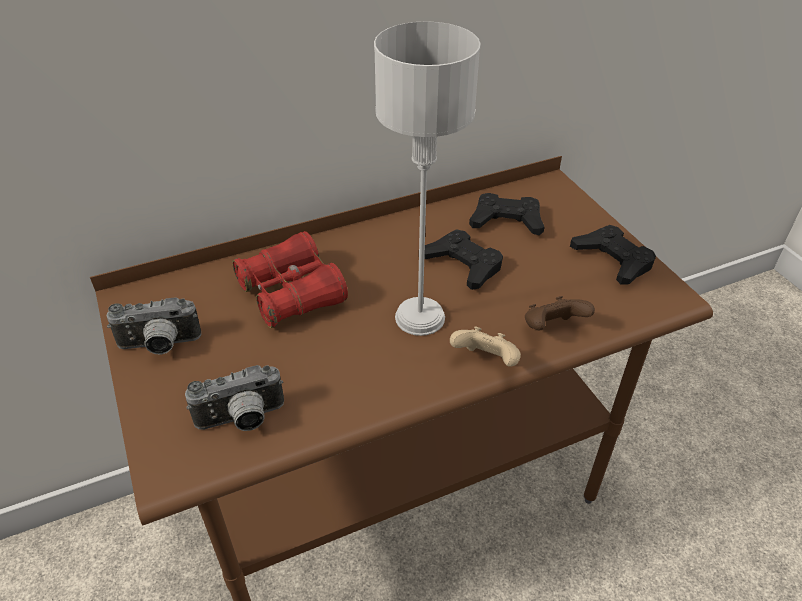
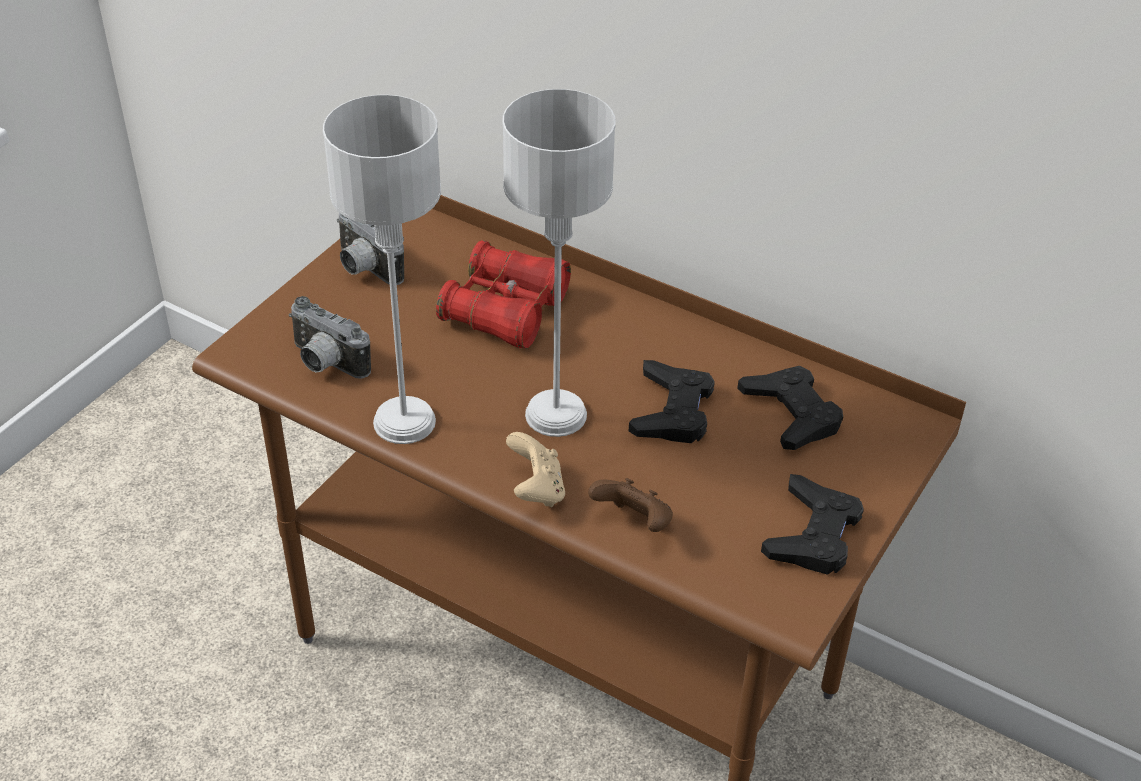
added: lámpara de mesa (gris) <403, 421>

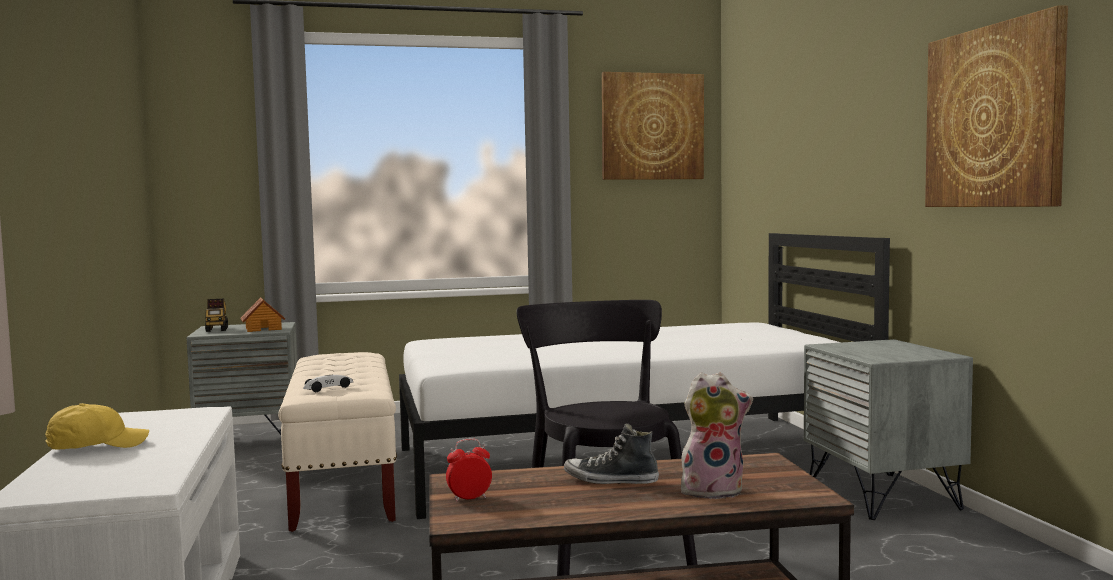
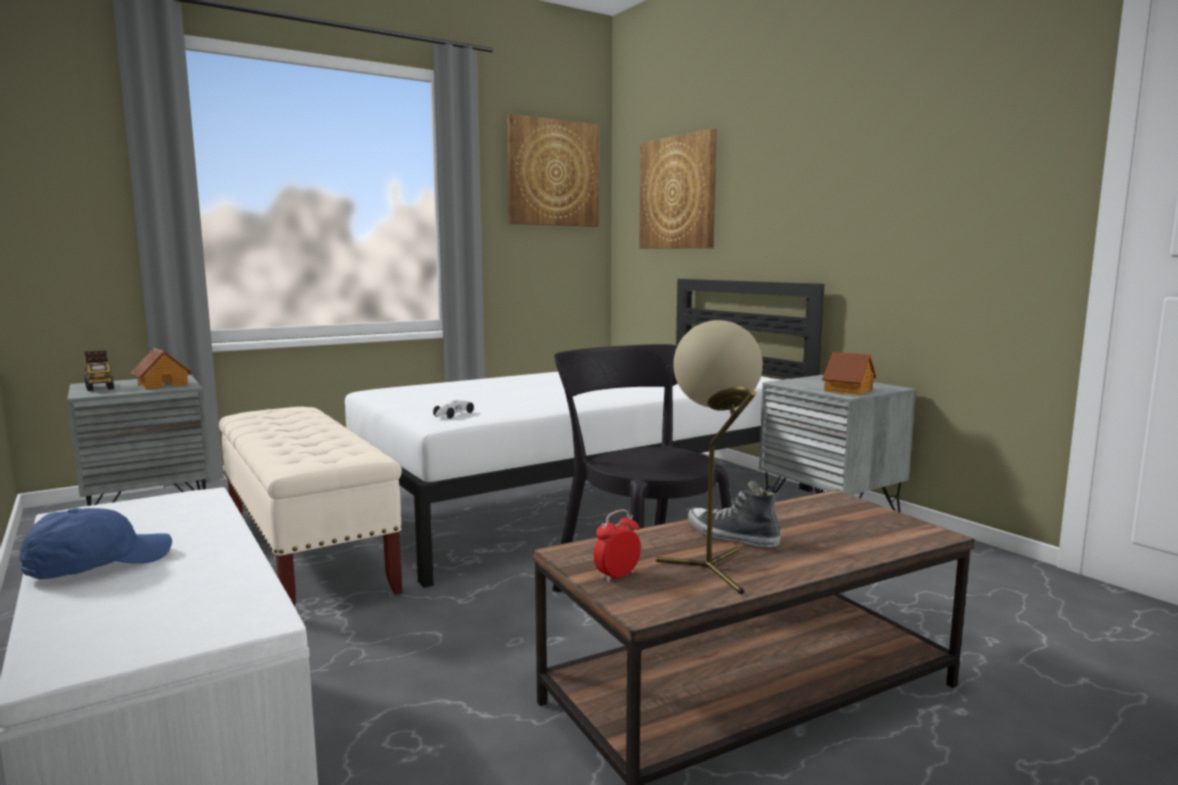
removed: peluche <713, 490>
added: lámpara de mesa (beis) <713, 569>; casita <849, 390>
moved: coche de juguete <328, 388> to <455, 414>; cuadro <994, 117> to <678, 193>
recoloured: gorra (amarillo) <97, 446> to gorra (azul) <97, 565>
turned: zapato <610, 480> = <731, 536> 45 degrees clockwise

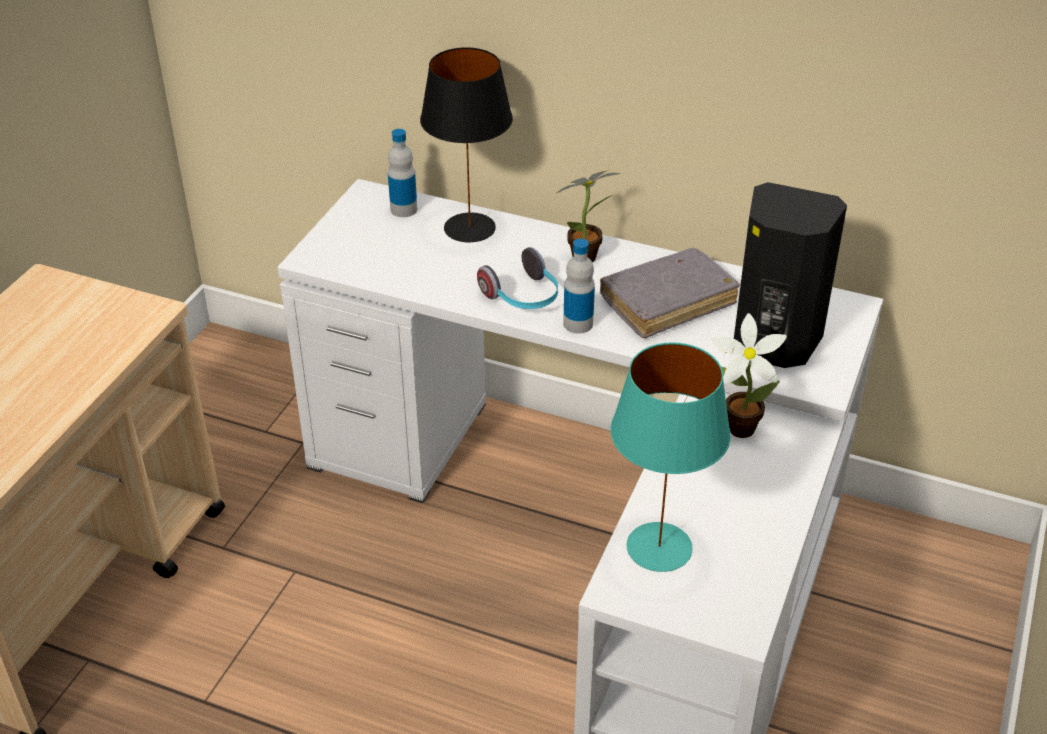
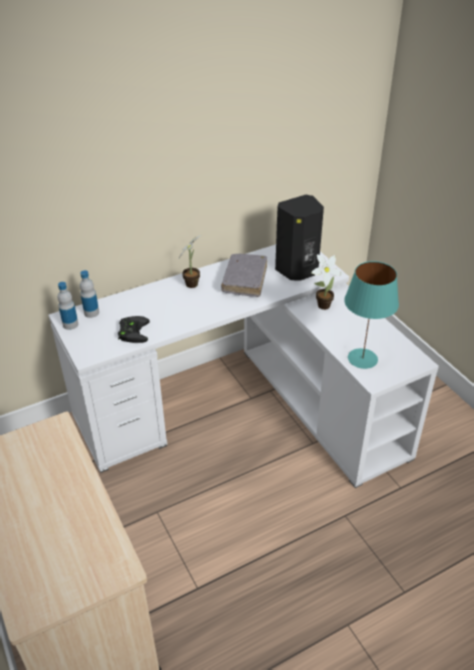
removed: lámpara de mesa (negro) <468, 227>; auriculares <523, 297>
added: mando de consola (negro) <132, 331>
moved: botella <578, 324> to <70, 324>

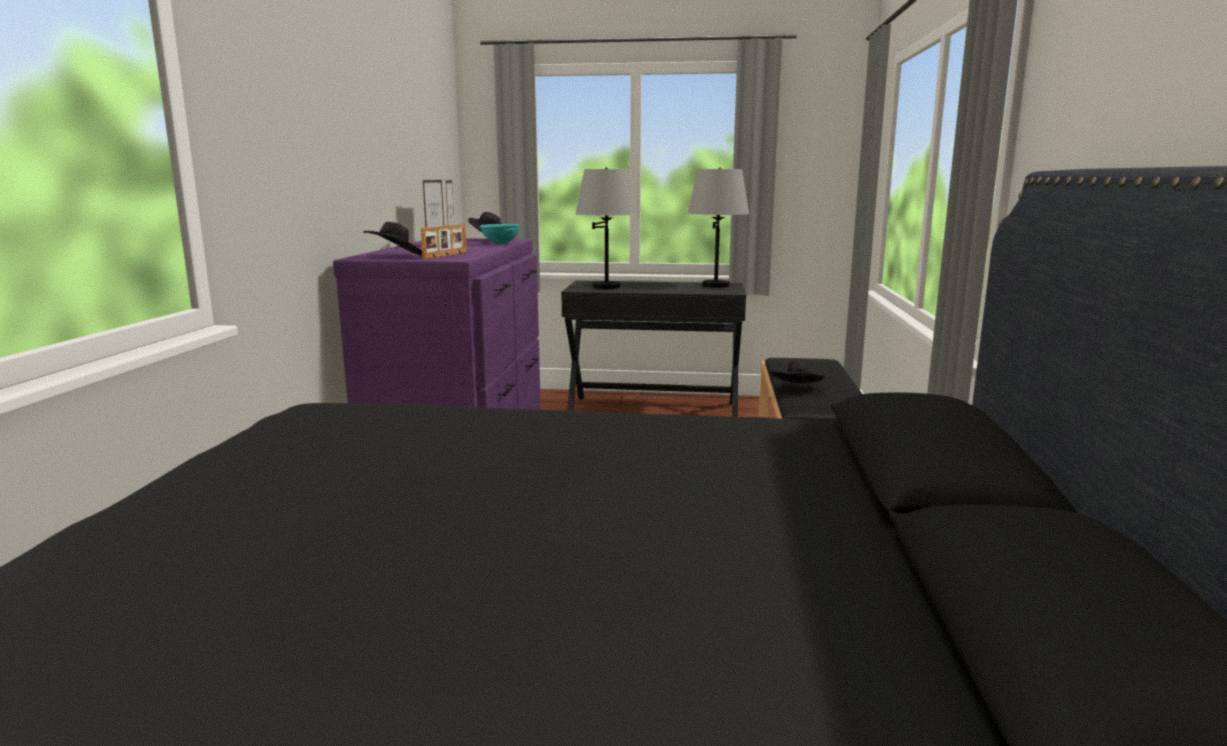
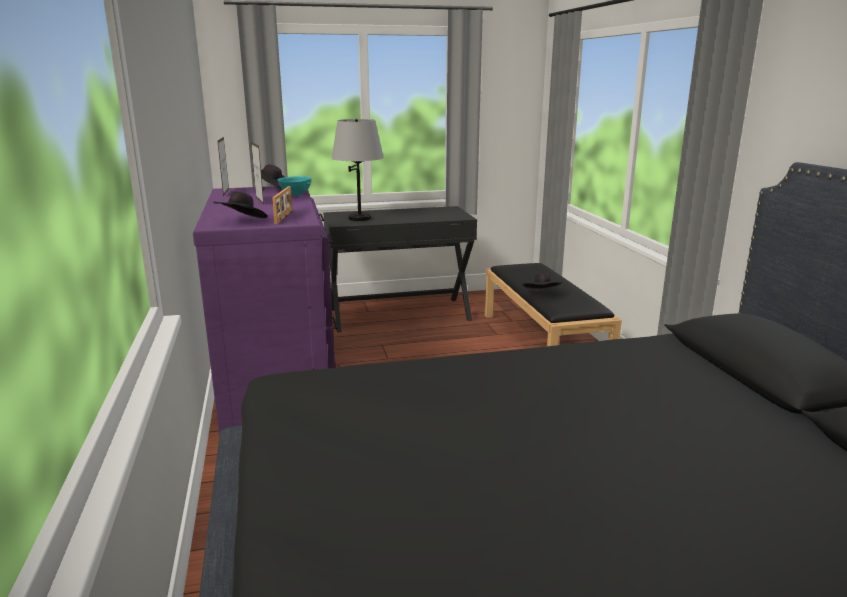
removed: lámpara de mesa (gris) <715, 285>

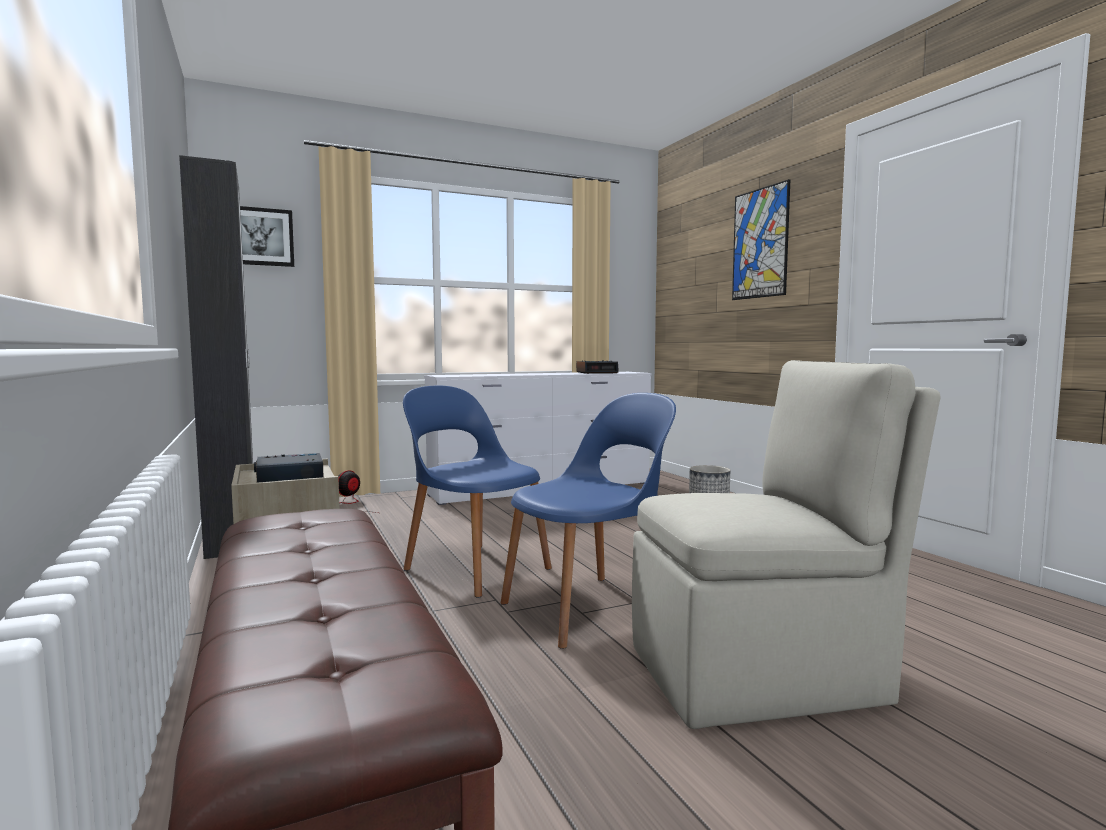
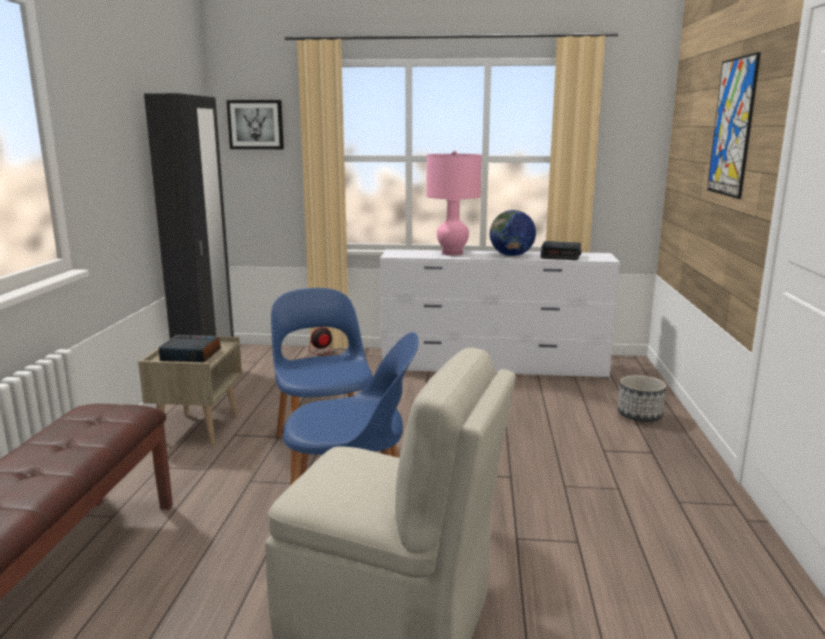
added: lámpara de mesa (rosa) <452, 253>; globo terráqueo <511, 255>

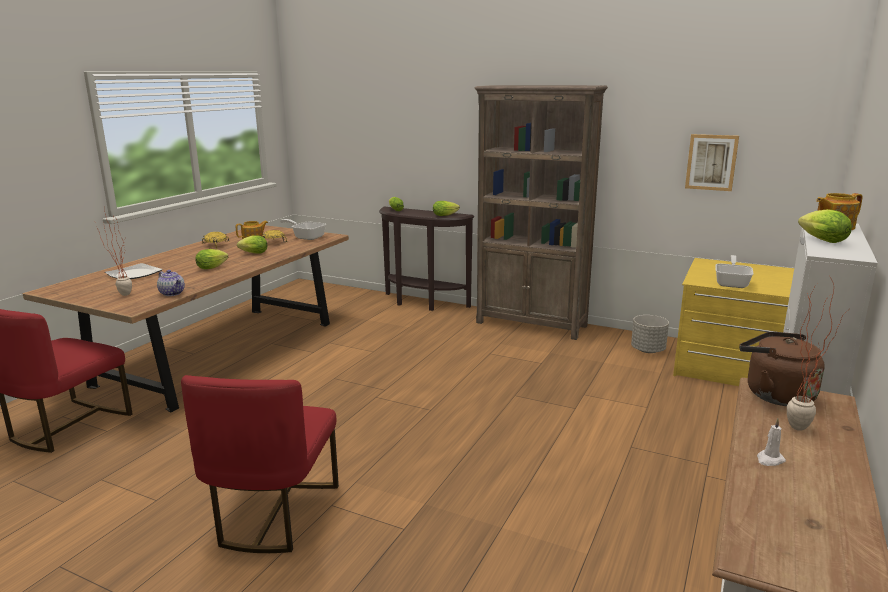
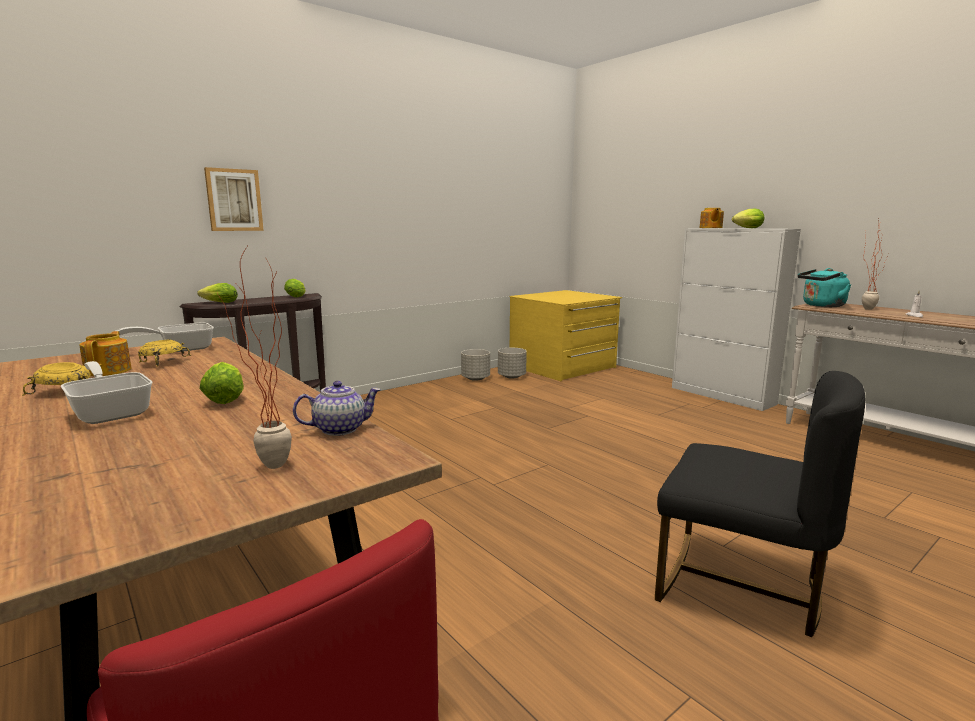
removed: plato <133, 274>; lechuga <252, 253>; estantería (marrón) <532, 324>
added: maceta (gris) <475, 378>
moved: cuadro <711, 162> to <234, 200>; sartén <732, 283> to <111, 412>
recoloured: silla (rojo) <273, 514> to silla (negro) <739, 586>; hervidor (marrón) <775, 394> to hervidor (turquesa) <821, 306>

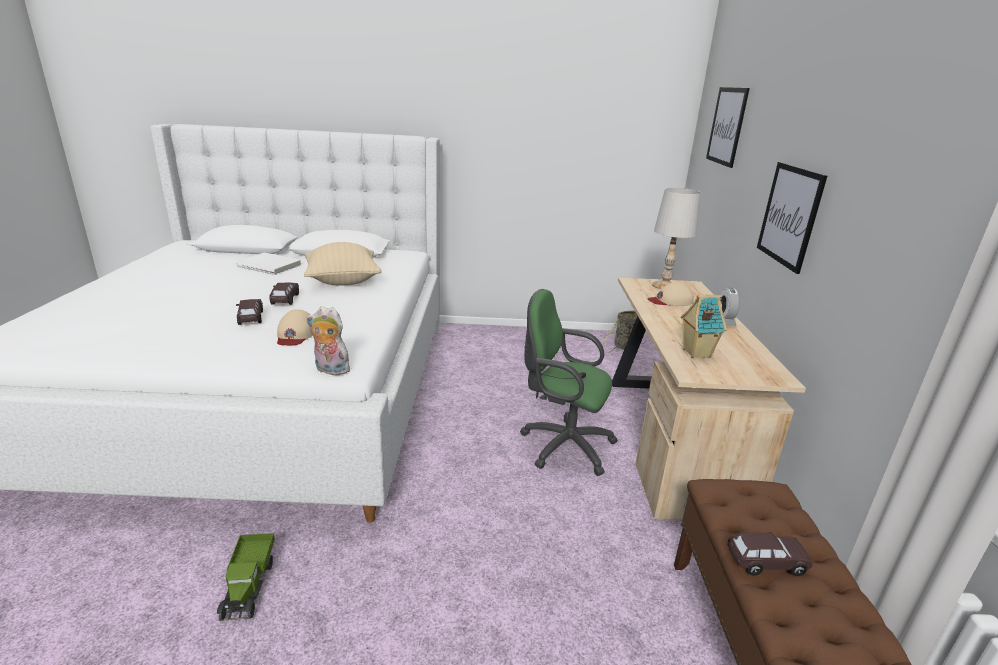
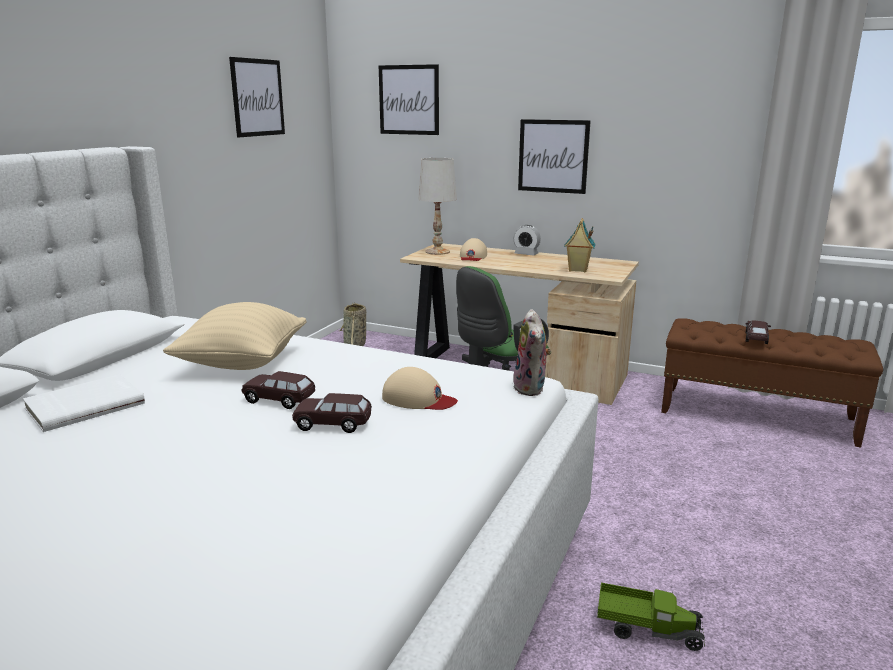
added: cuadro <257, 97>
turned: peluche <330, 370> = <532, 388> 45 degrees counterclockwise

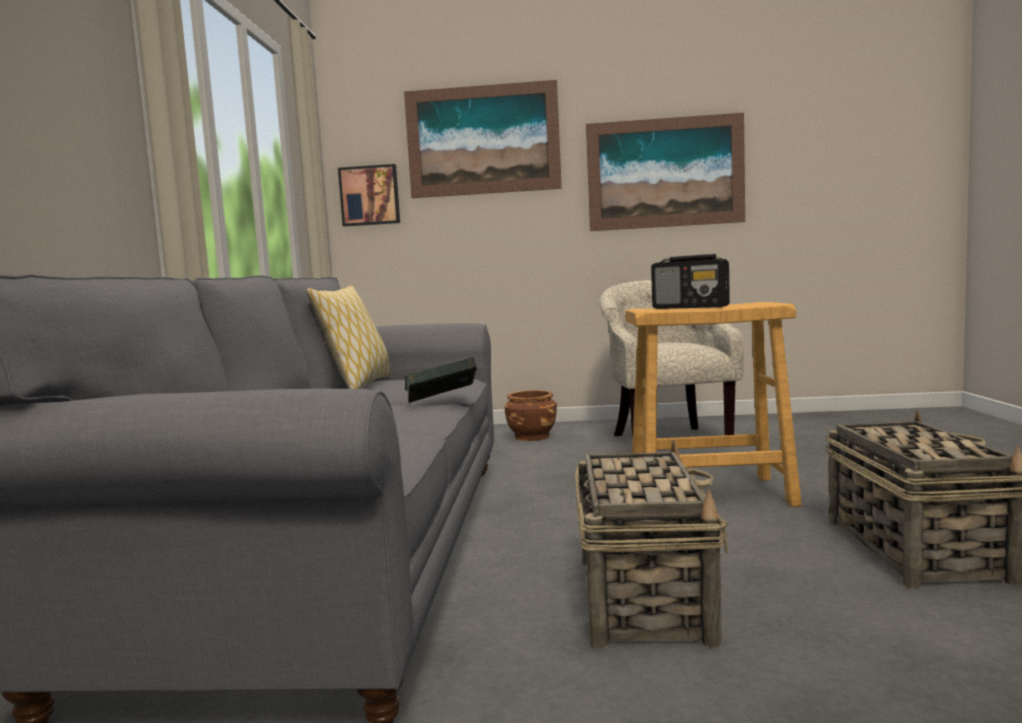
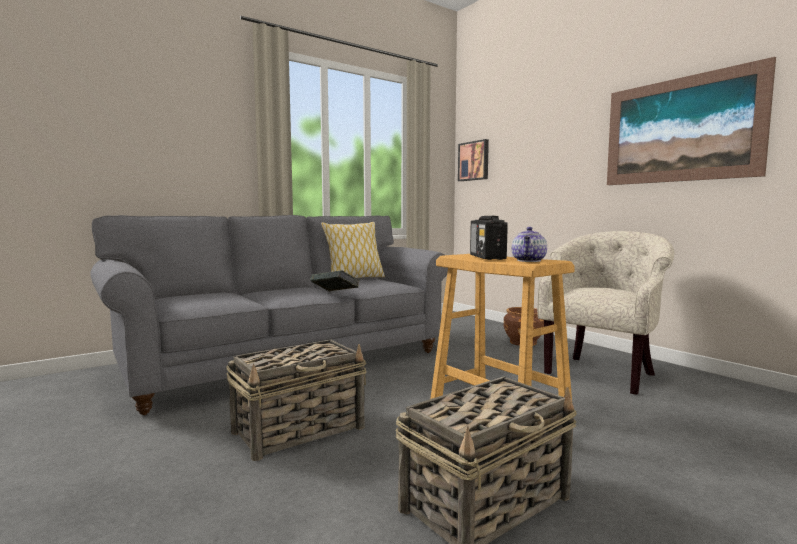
removed: cuadro <483, 140>
added: tetera <529, 261>

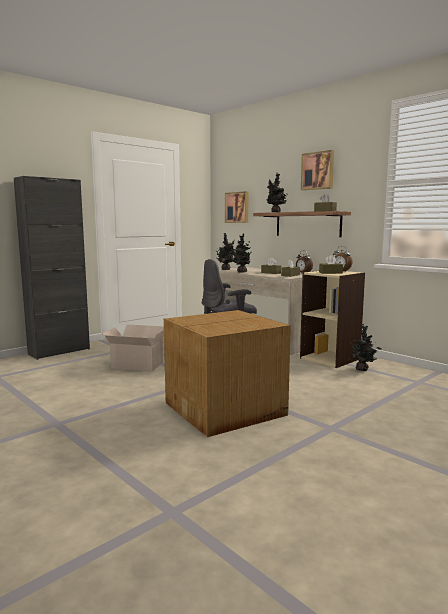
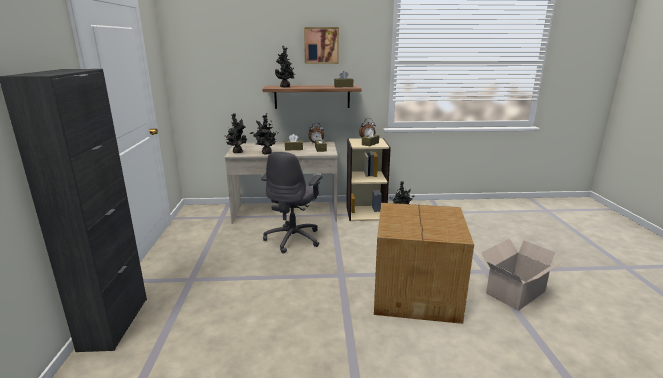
removed: cuadro <237, 207>
moved: caja de cartón <136, 365> to <514, 293>

